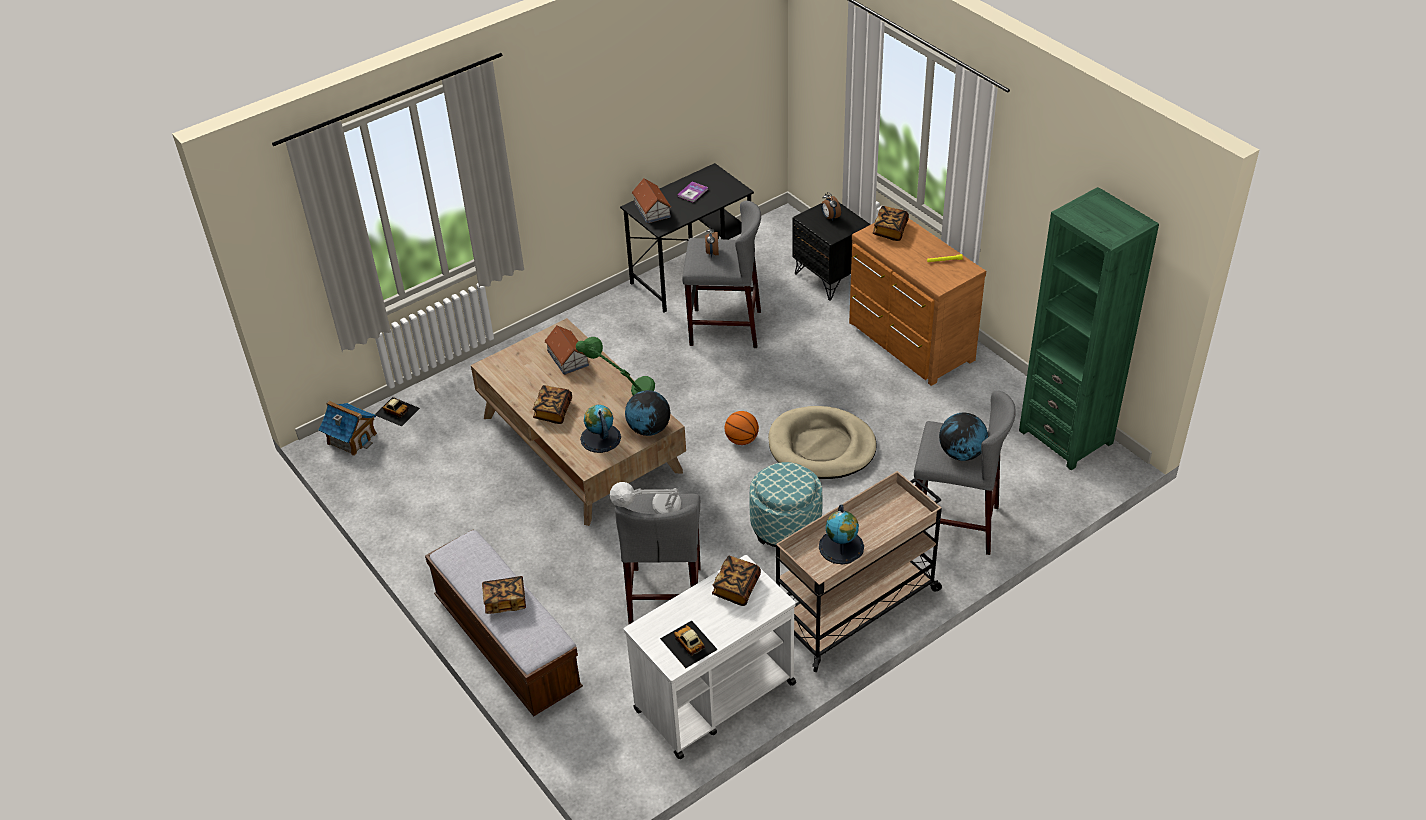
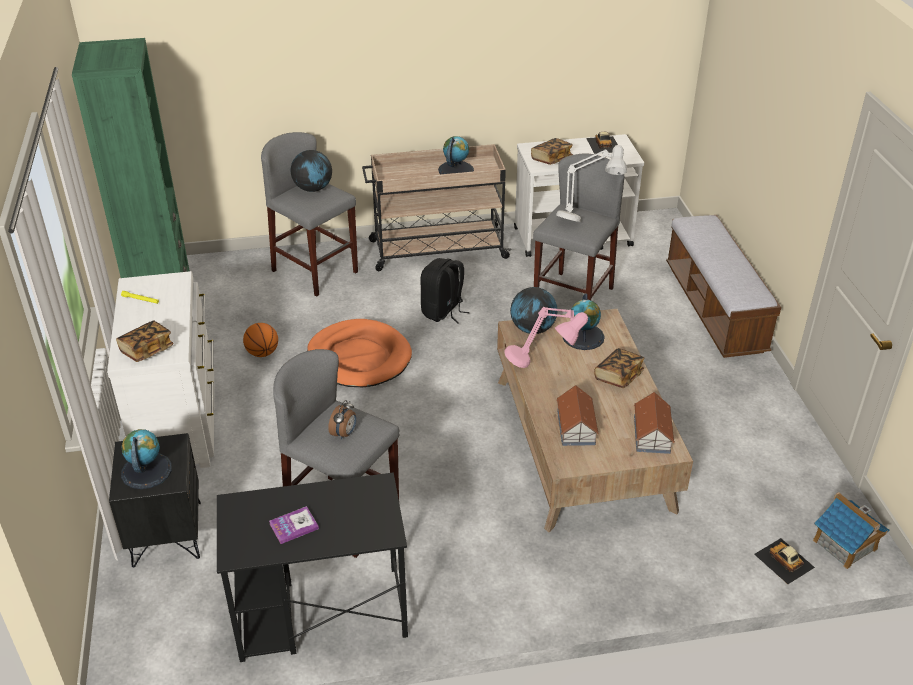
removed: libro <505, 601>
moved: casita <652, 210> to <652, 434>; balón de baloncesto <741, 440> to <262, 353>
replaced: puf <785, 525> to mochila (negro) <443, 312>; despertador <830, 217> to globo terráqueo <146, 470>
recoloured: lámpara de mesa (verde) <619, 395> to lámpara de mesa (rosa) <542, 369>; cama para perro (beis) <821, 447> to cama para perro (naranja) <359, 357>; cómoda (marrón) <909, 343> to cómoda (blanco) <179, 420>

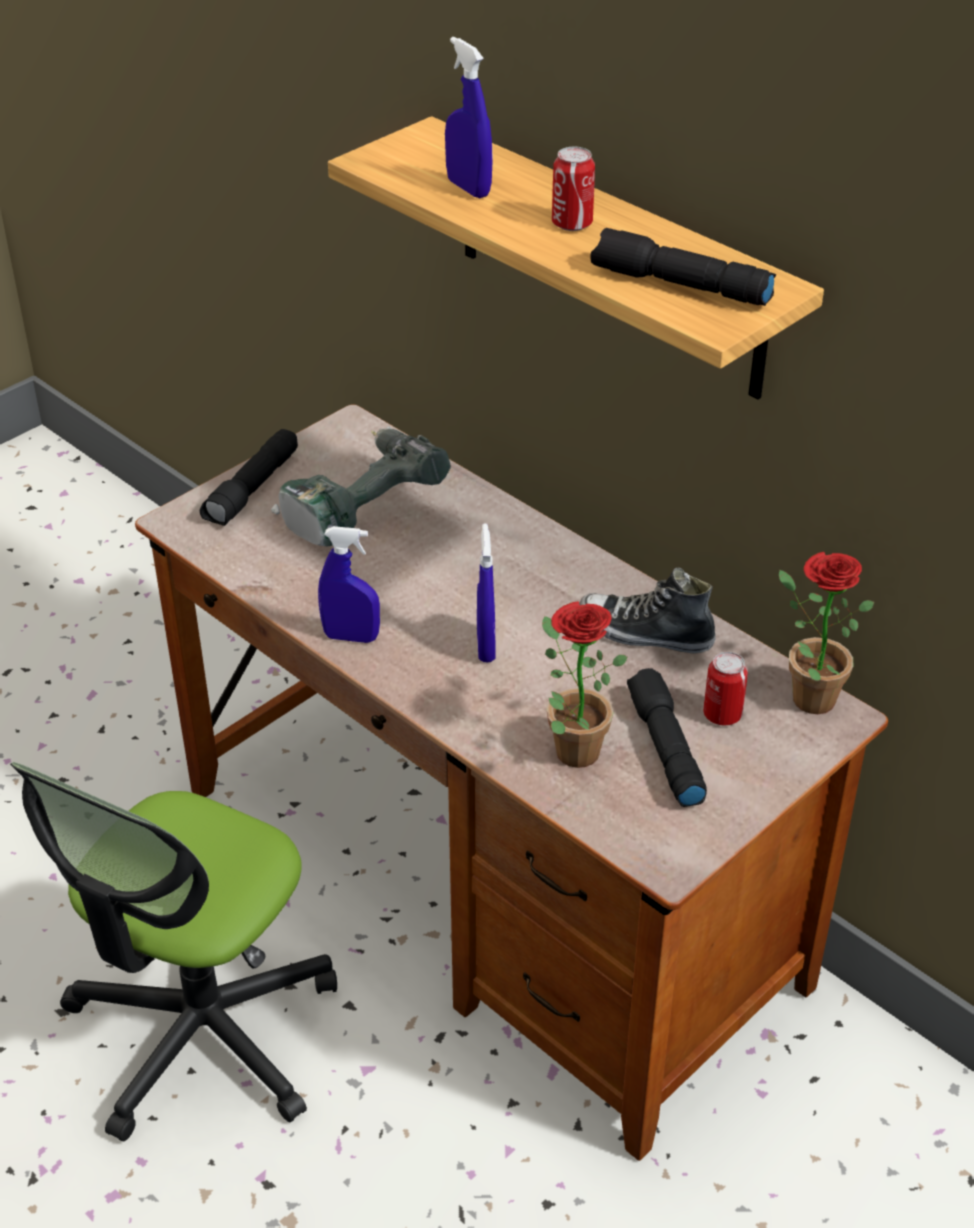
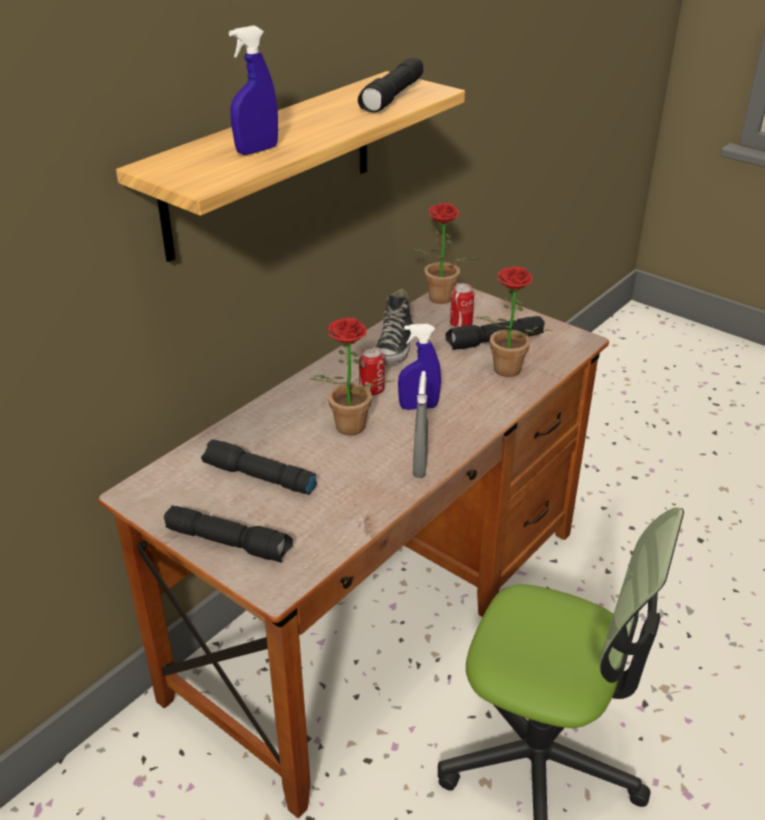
added: planta en maceta <347, 430>
moved: lata <572, 223> to <372, 390>
replaced: taladro <359, 507> to linterna (negro) <258, 477>
recoloured: pulverizador (azul) <351, 637> to pulverizador (gris) <420, 466>

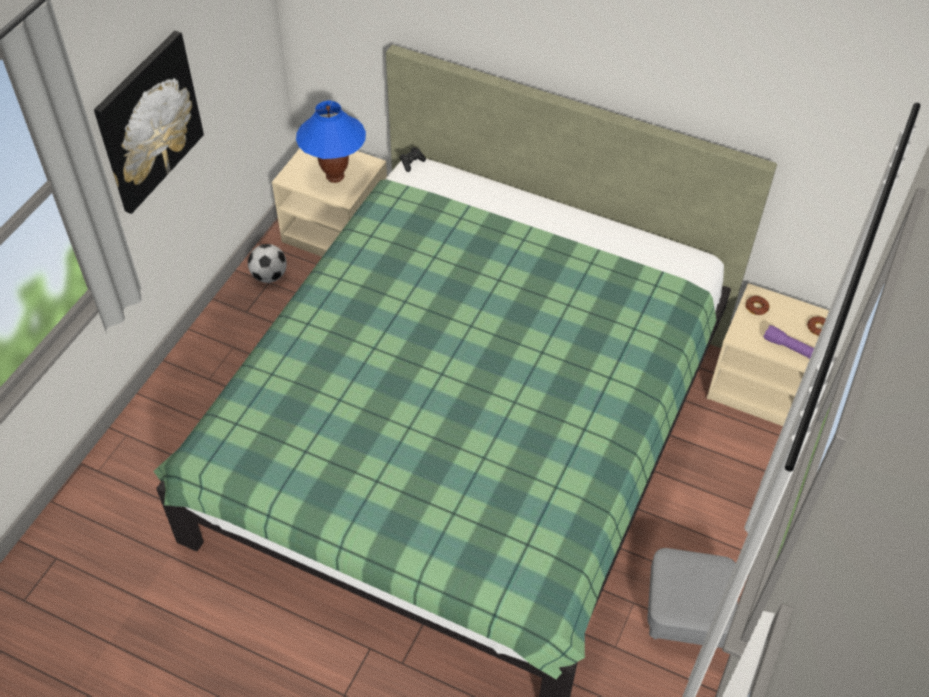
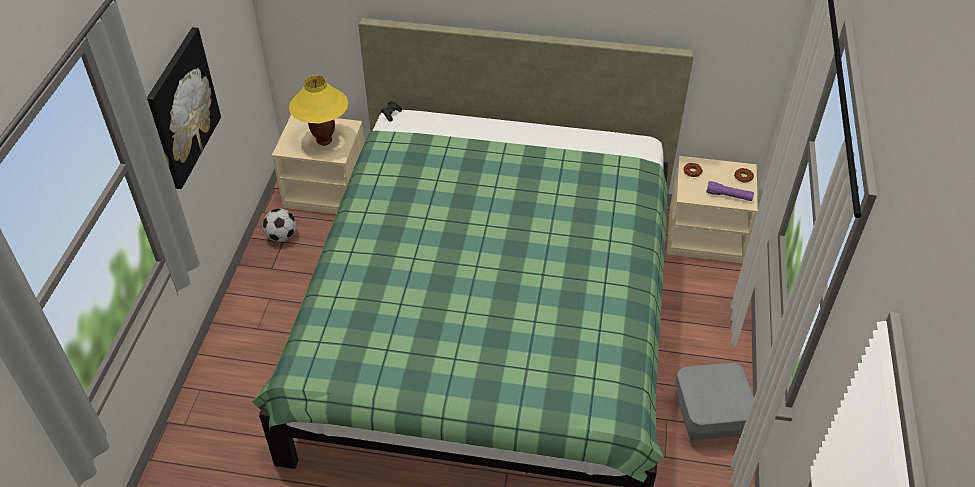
recoloured: lámpara de mesa (azul) <335, 176> to lámpara de mesa (amarillo) <324, 141>

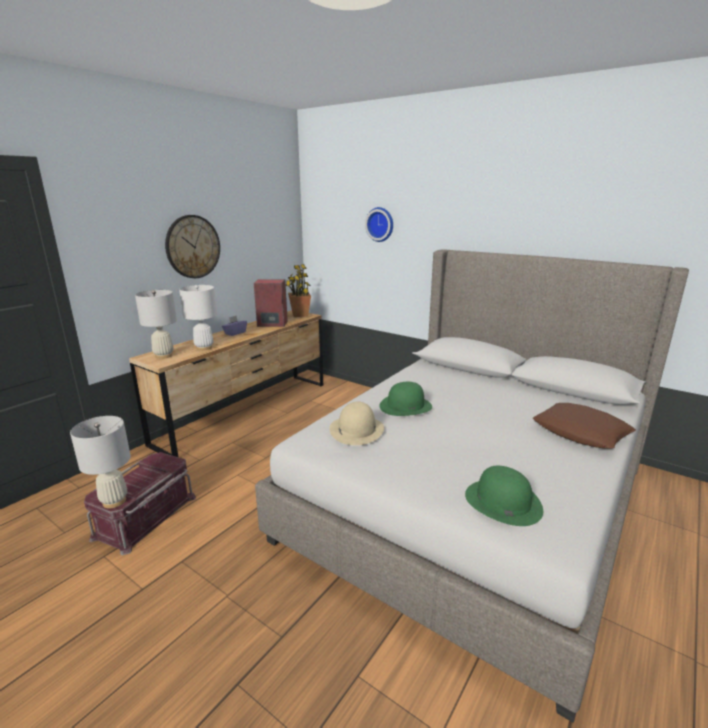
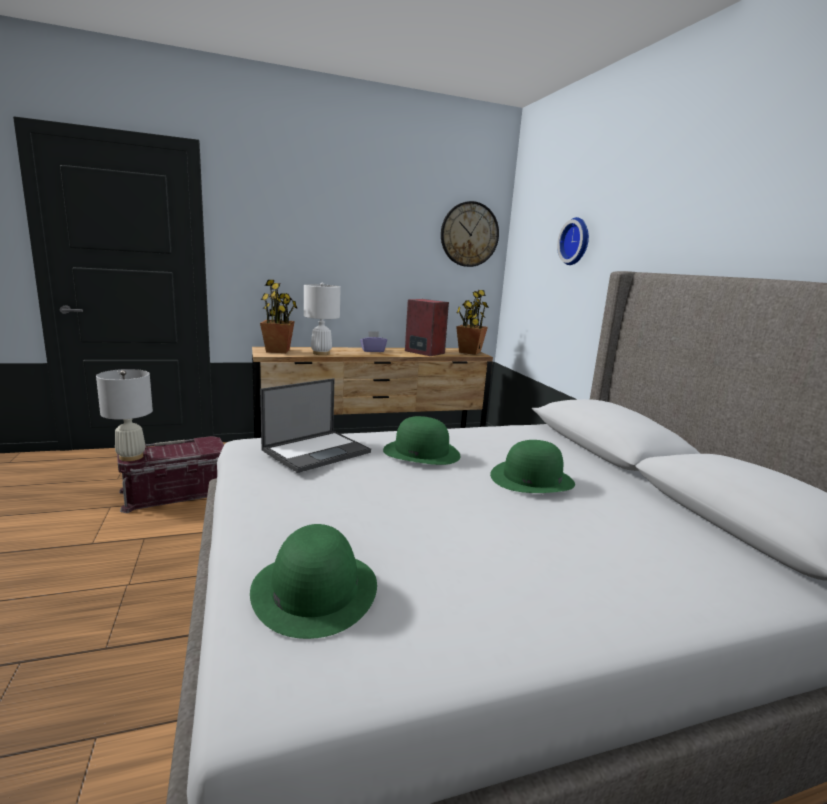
removed: cojín (marrón) <581, 432>
added: sombrero (verde) <531, 479>
moved: reloj de pared <193, 247> to <469, 234>
replaced: lámpara de mesa (blanco) <163, 356> to planta en maceta <278, 351>; sombrero (beis) <356, 429> to portátil <317, 451>

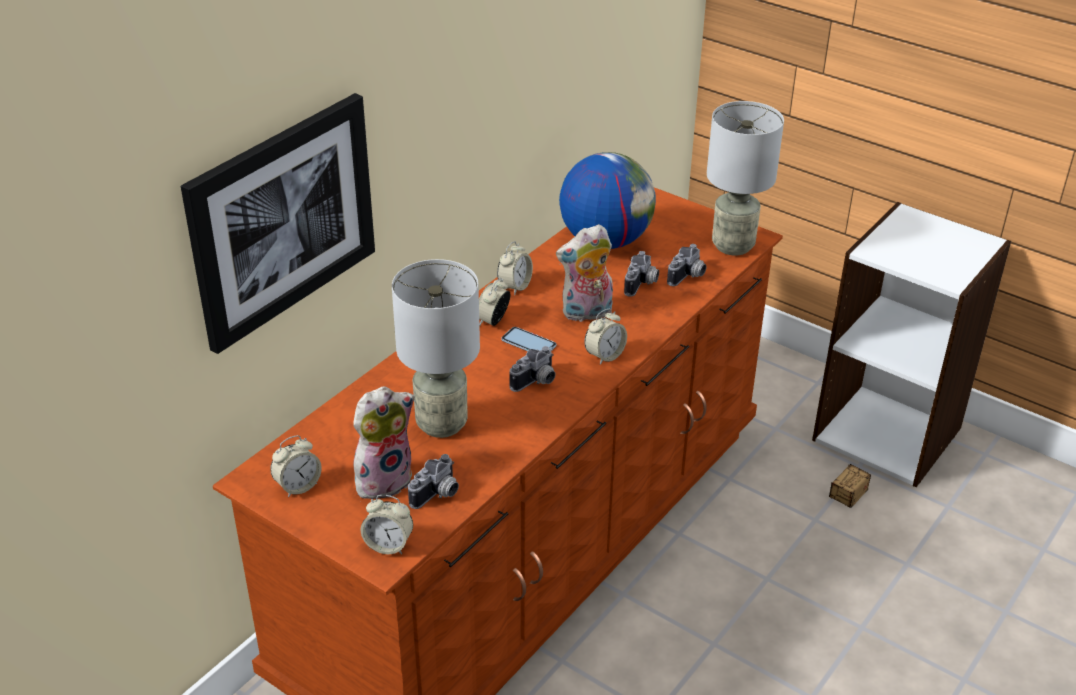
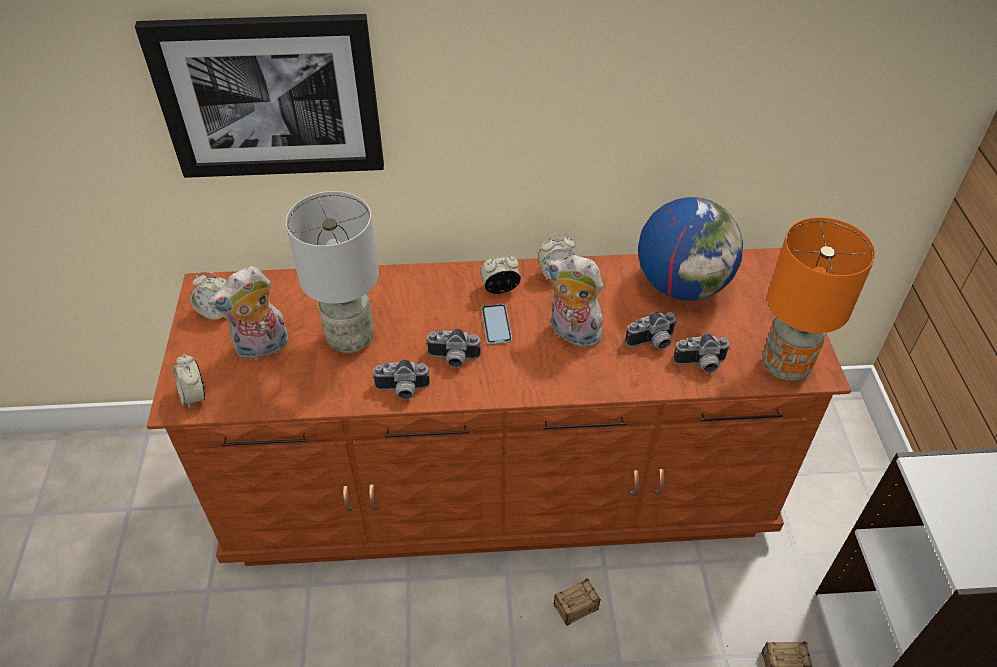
removed: despertador <604, 356>
added: caja de almacenaje <553, 618>
moved: cámara <438, 495> to <402, 391>
recoloured: lámpara de mesa (gris) <733, 245> to lámpara de mesa (naranja) <786, 366>
turned: peluche <384, 479> = <262, 348> 135 degrees clockwise

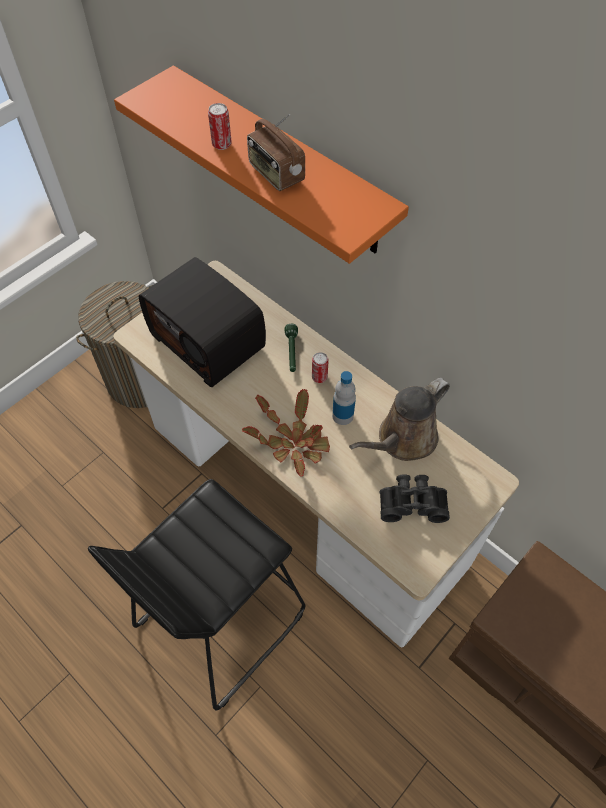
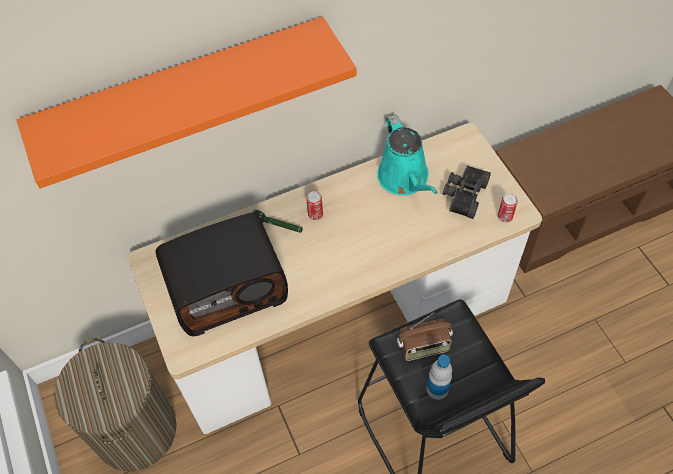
removed: planta en maceta <293, 442>
moved: lata <221, 144> to <505, 217>; radio <275, 174> to <423, 347>; botella <342, 415> to <437, 389>
recoloured: regadera (marrón) <403, 440> to regadera (turquesa) <405, 179>

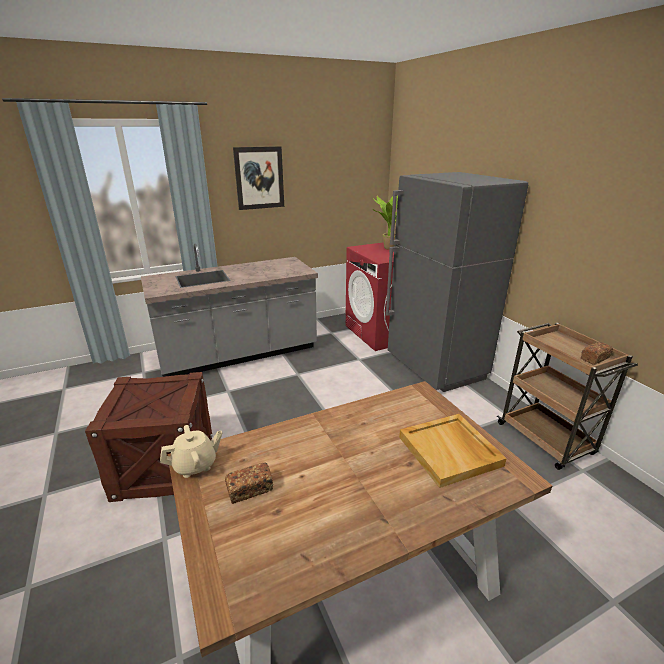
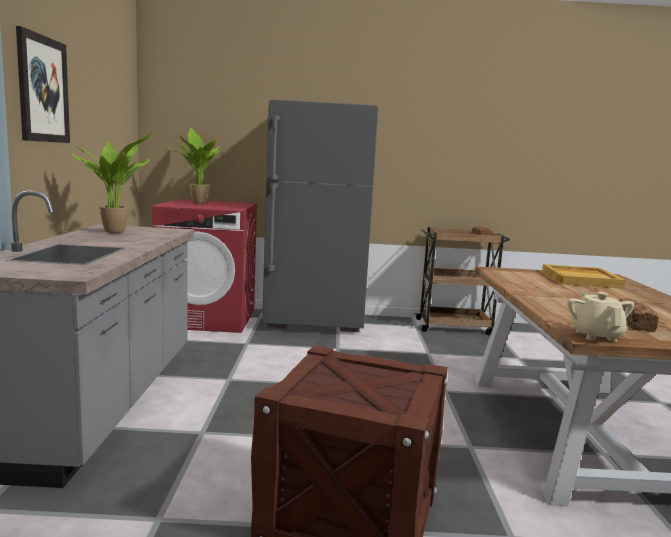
added: planta en maceta <116, 231>

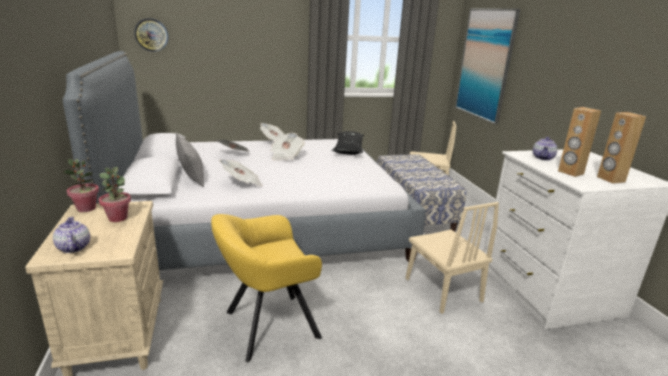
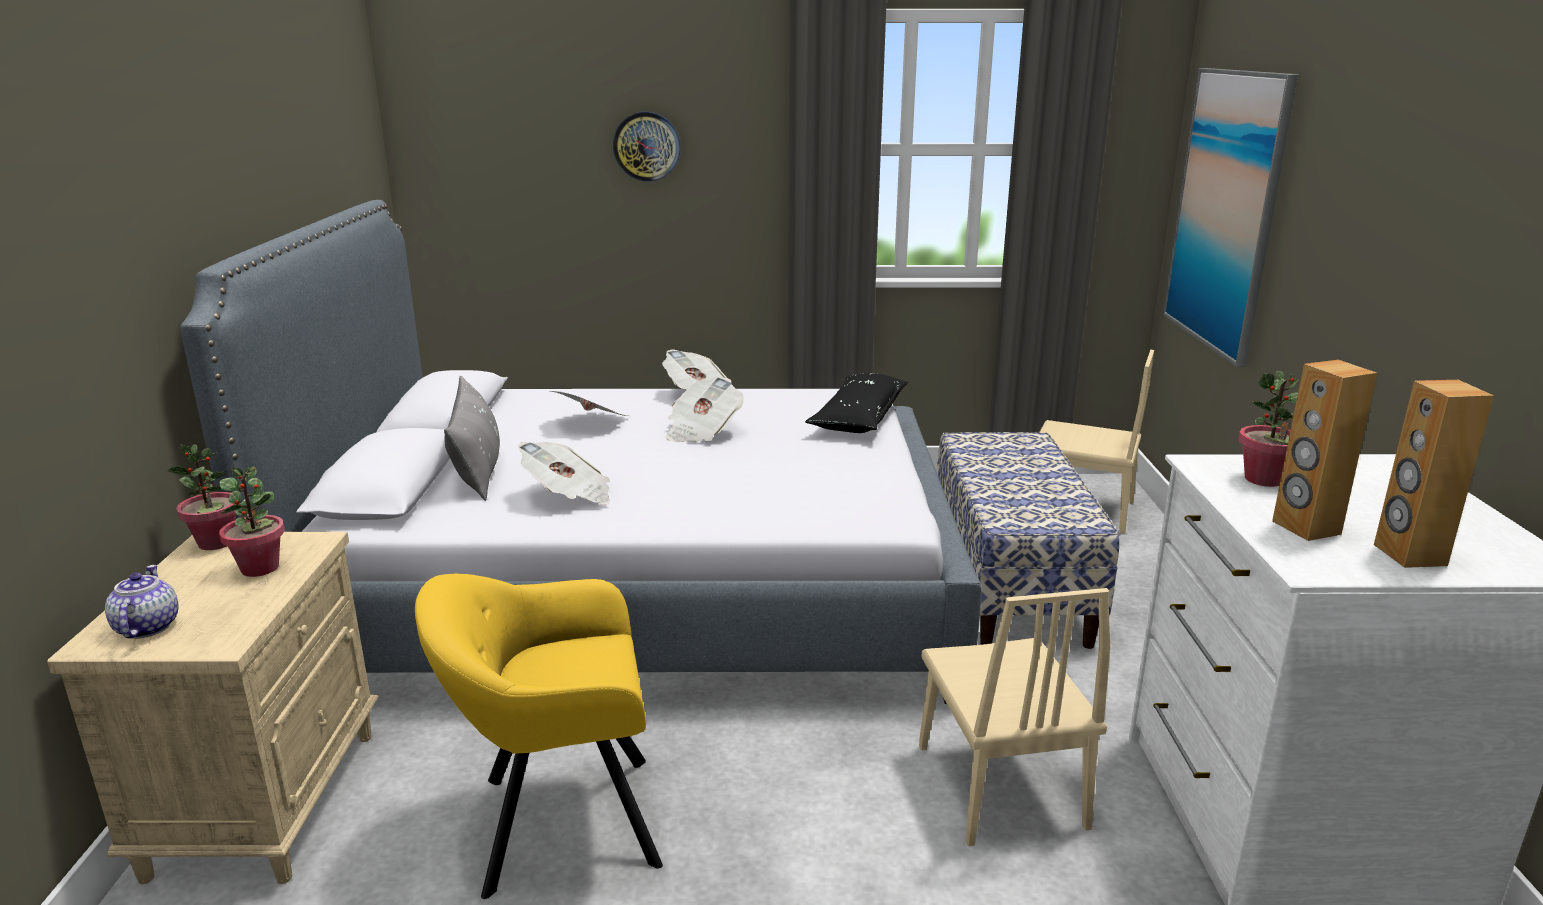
moved: reloj de pared <151, 35> to <647, 146>
replaced: tetera <543, 158> to planta en maceta <1264, 479>

